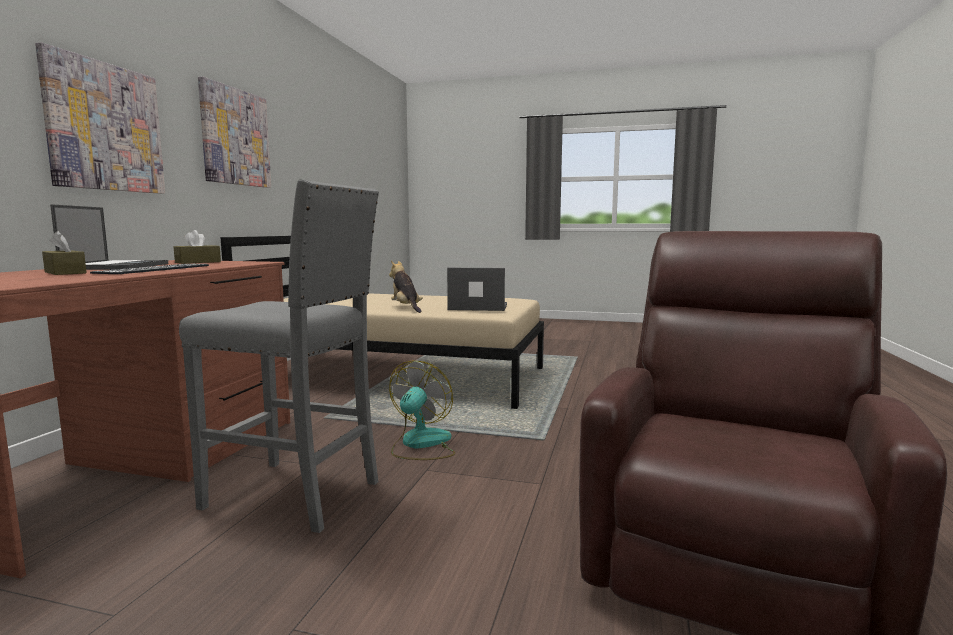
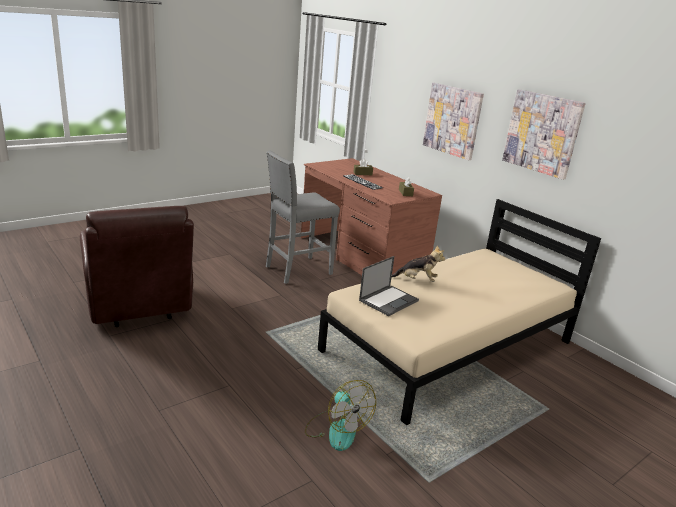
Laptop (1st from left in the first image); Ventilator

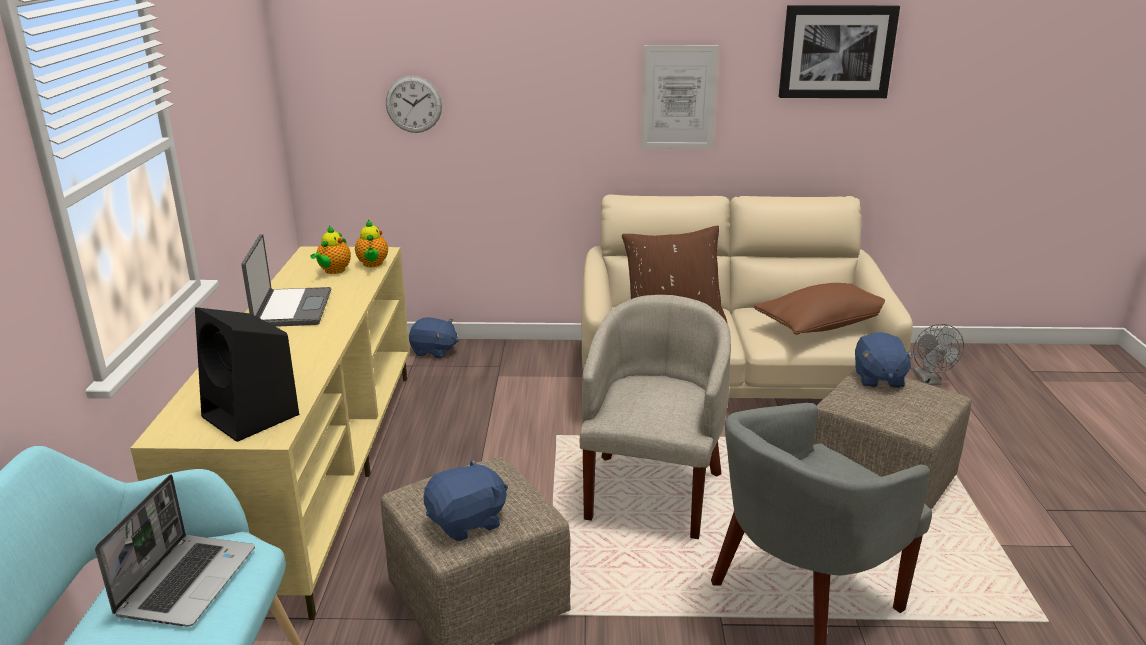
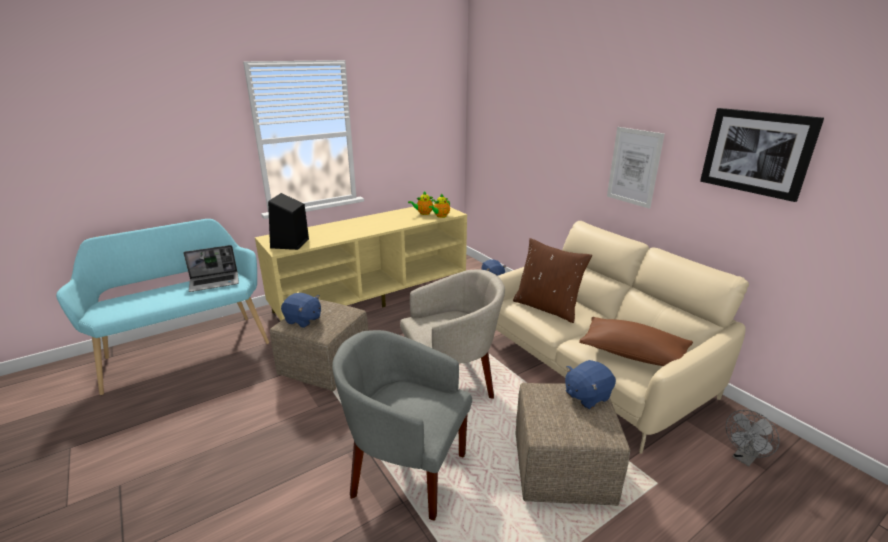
Wanduhr; Laptop (2nd from left in the first image)

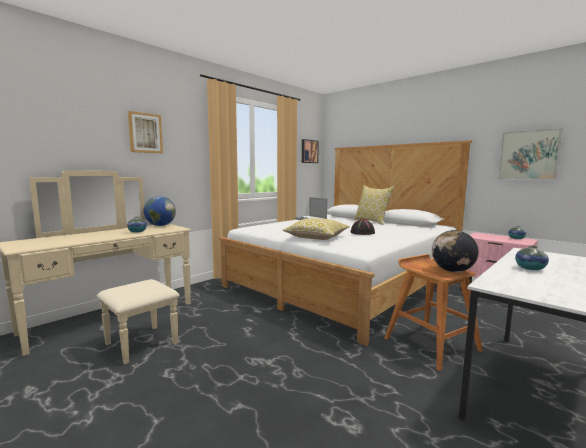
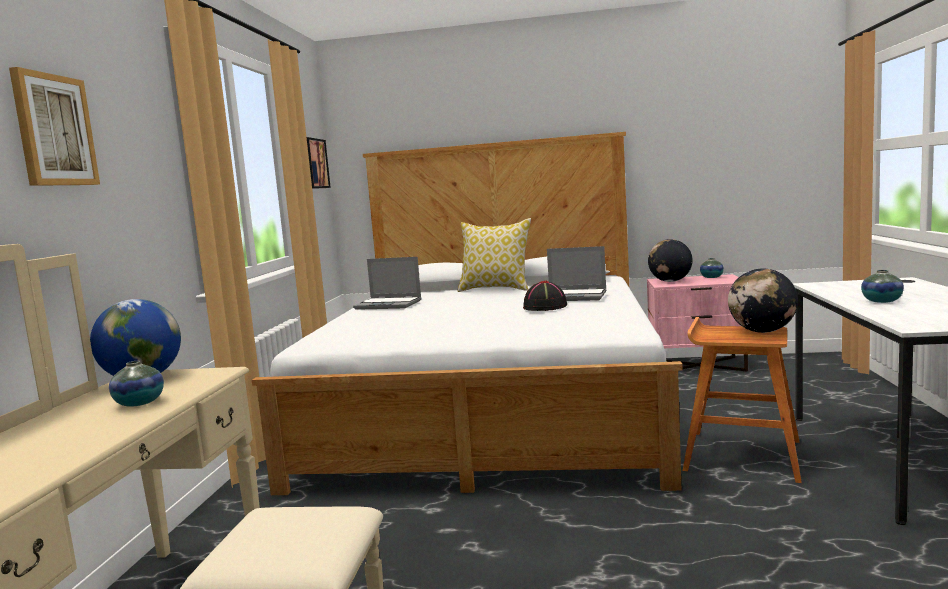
Bild (3rd from left in the first image); Kissen (1st from left in the first image); Globus (2nd from left); Laptop (2nd from left)

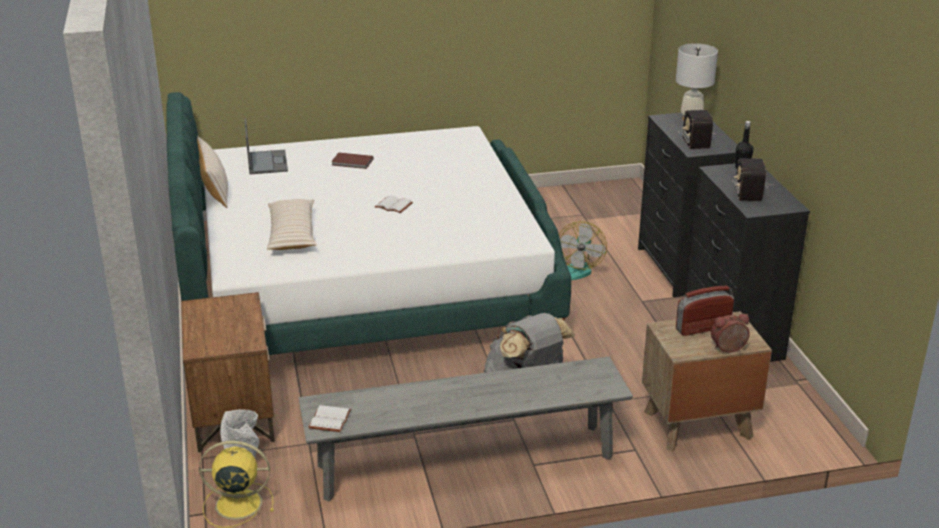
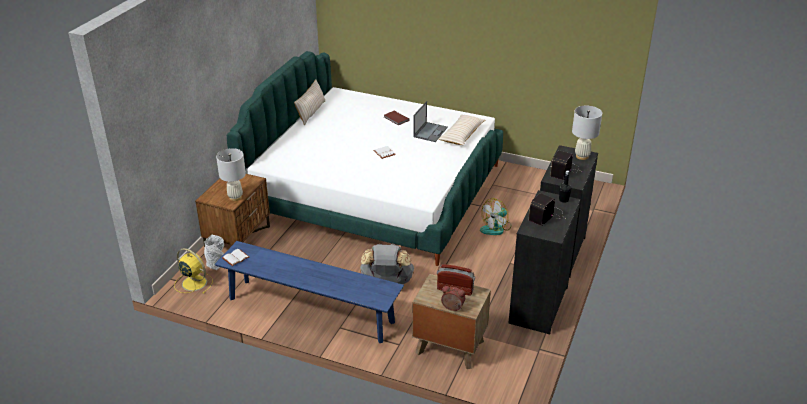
Laptop; Kissen [beige] (2nd from left); Bank [blau]; Tischlampe [weiß] (1st from left)

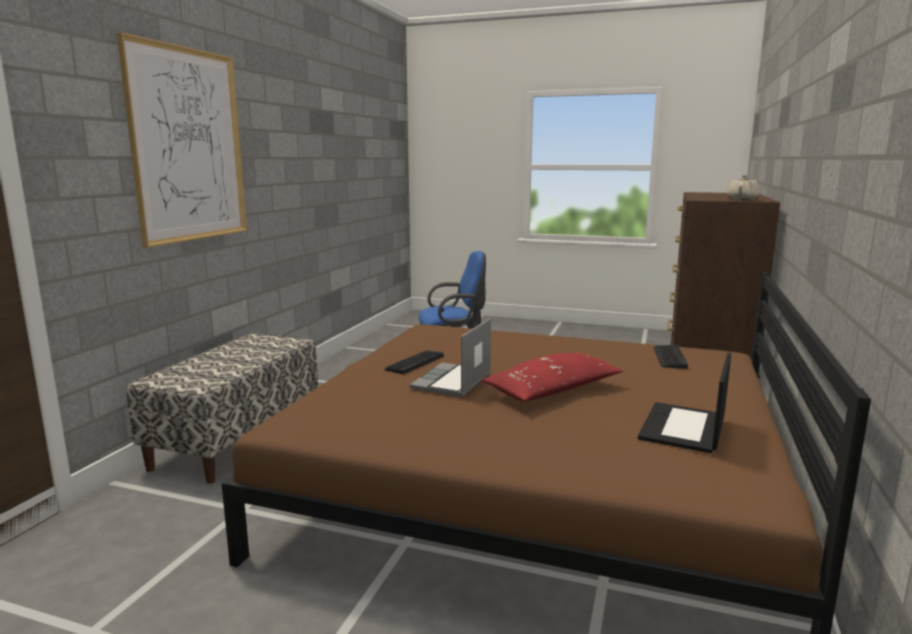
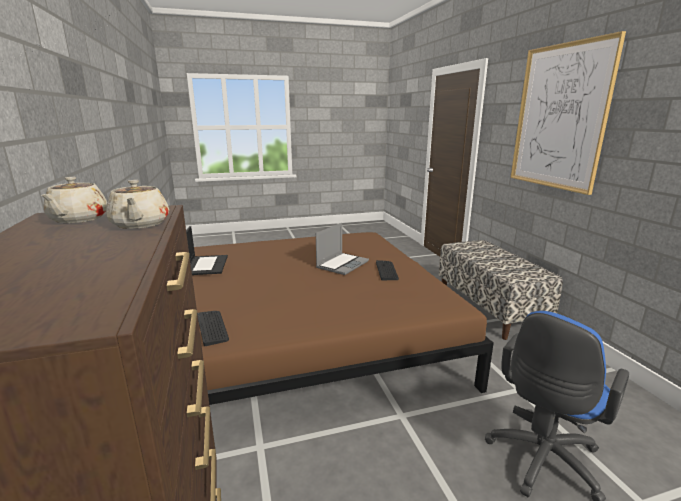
Laptop (2nd from left); Kissen [rot]; Teekanne [beige] (2nd from left)

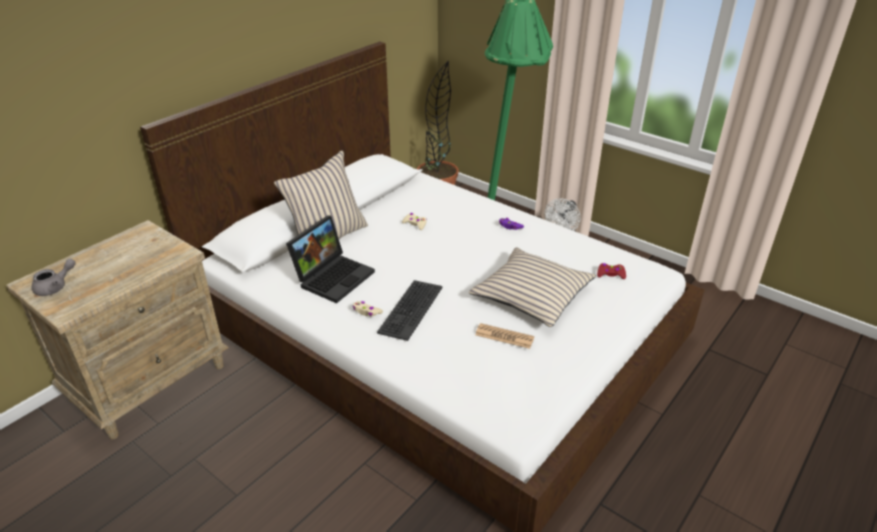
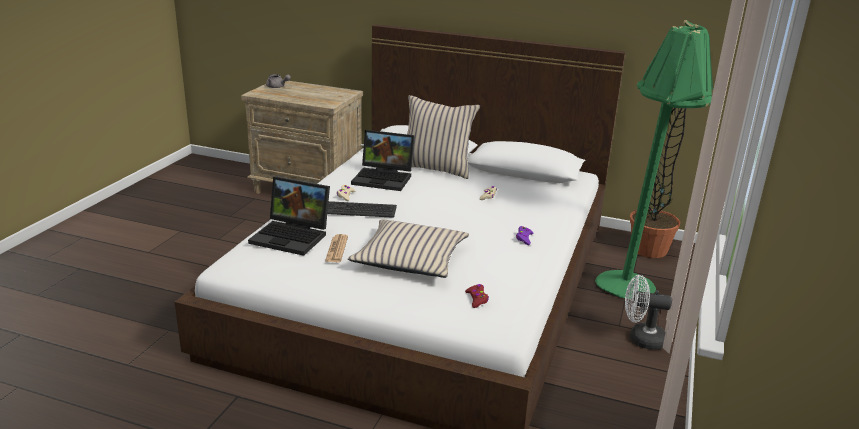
Laptop (1st from left)

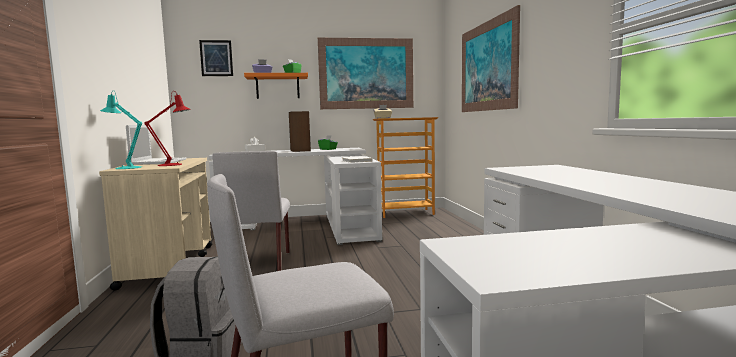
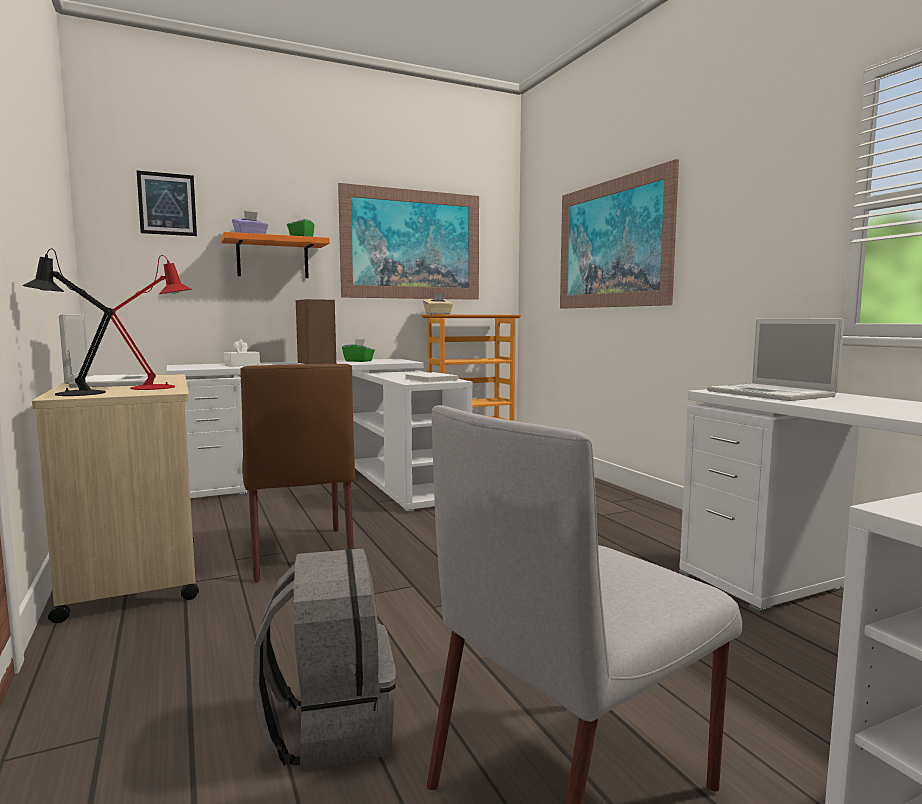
Tischlampe [schwarz]; Stuhl [braun]; Laptop (2nd from left)

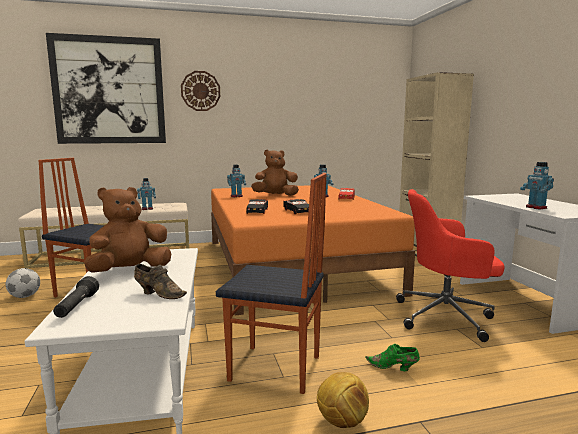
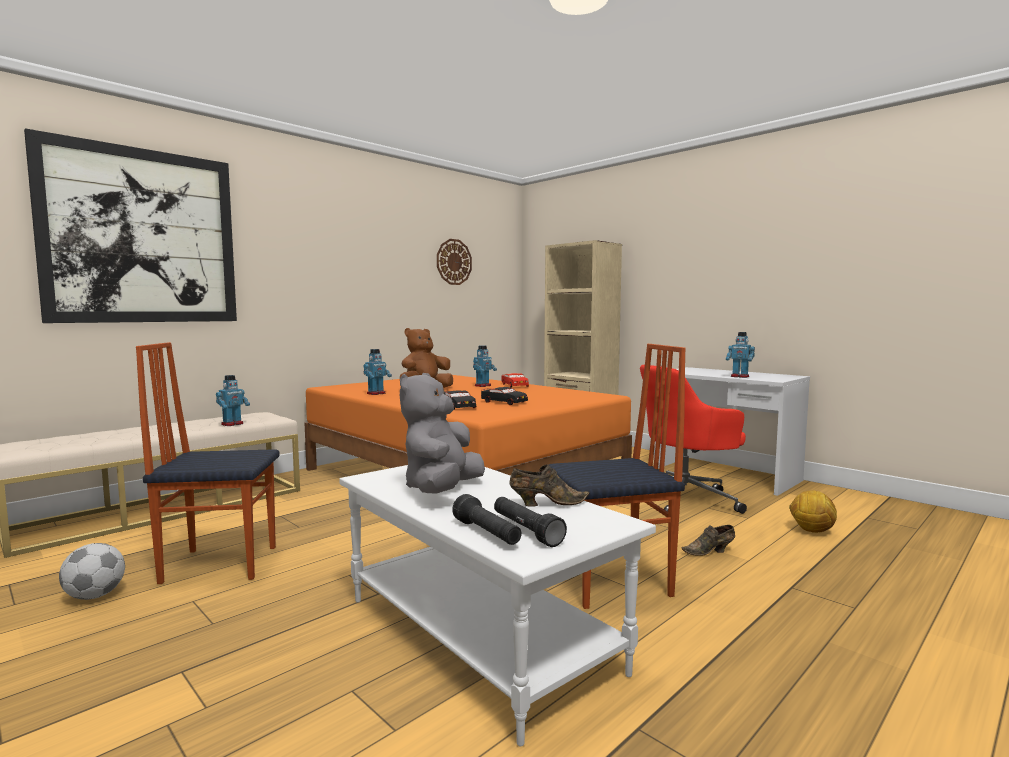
Wanduhr; Plüschtier [grau]; Schuh [braun] (2nd from left); Fußball (2nd from left); Taschenlampe [schwarz] (2nd from left)

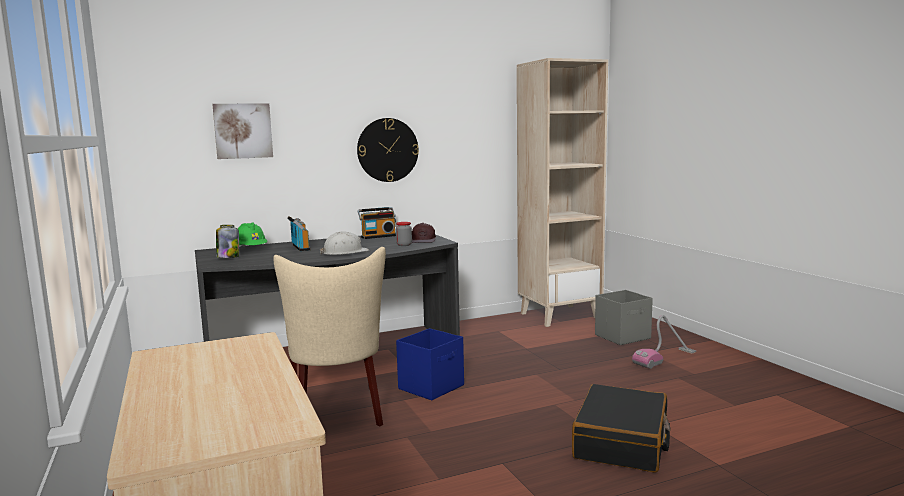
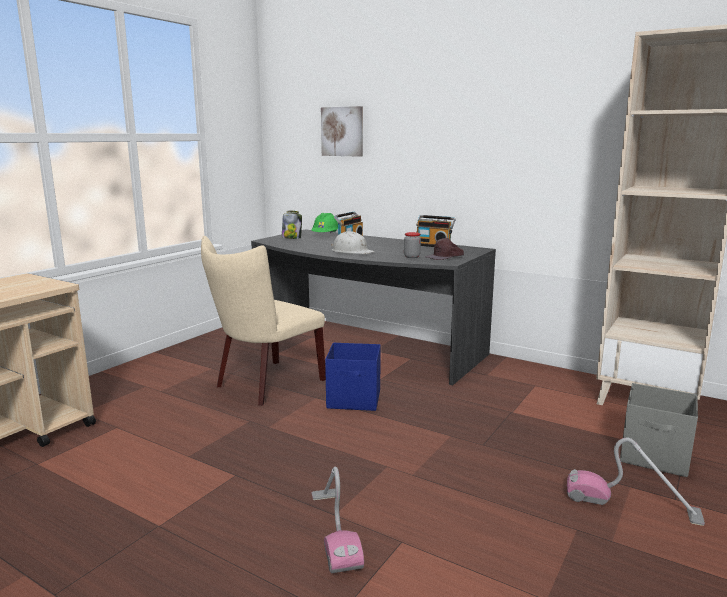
Wanduhr; Staubsauger (1st from left)

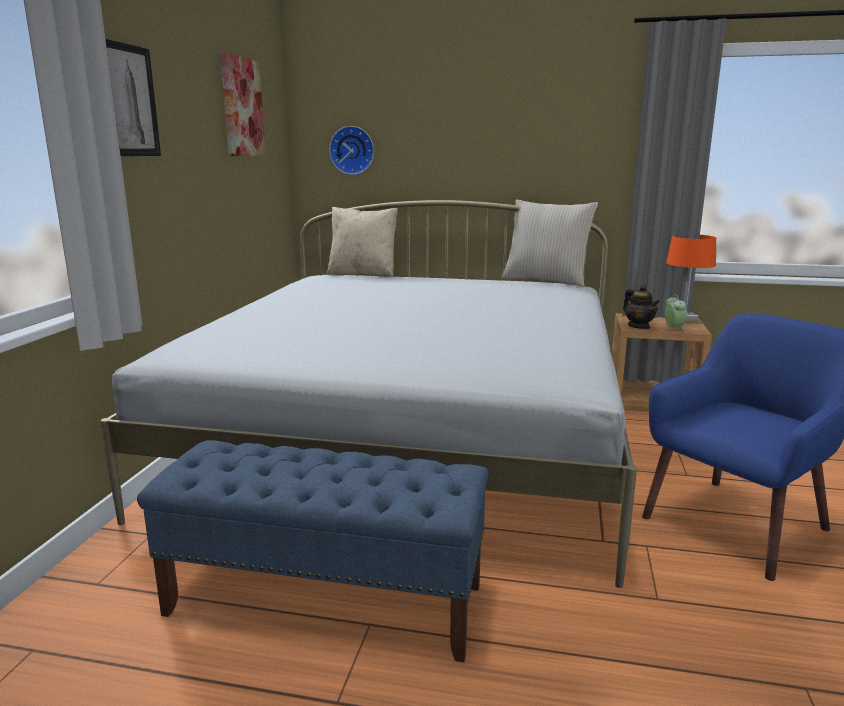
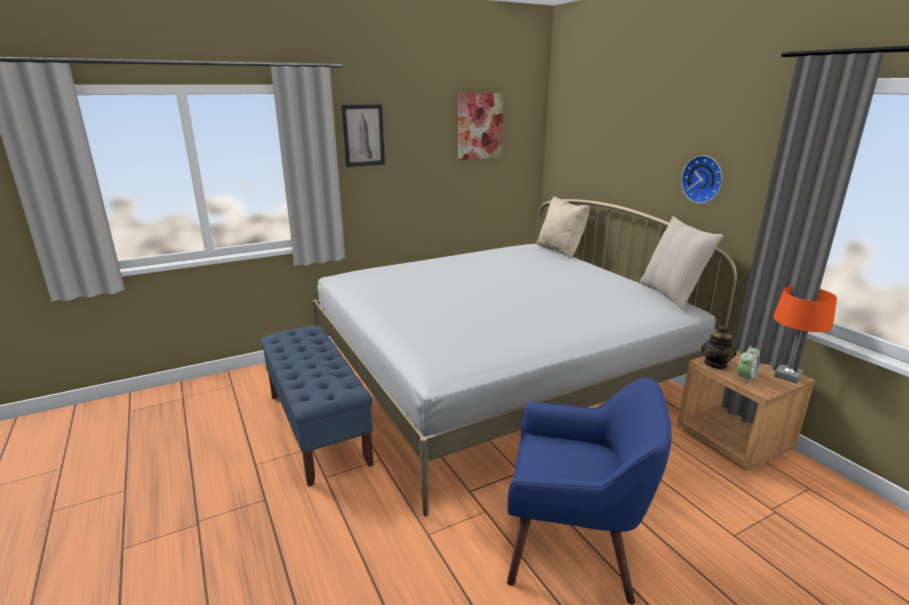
Wanduhr

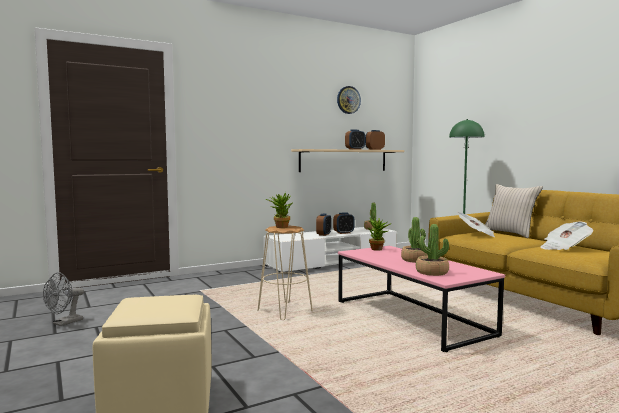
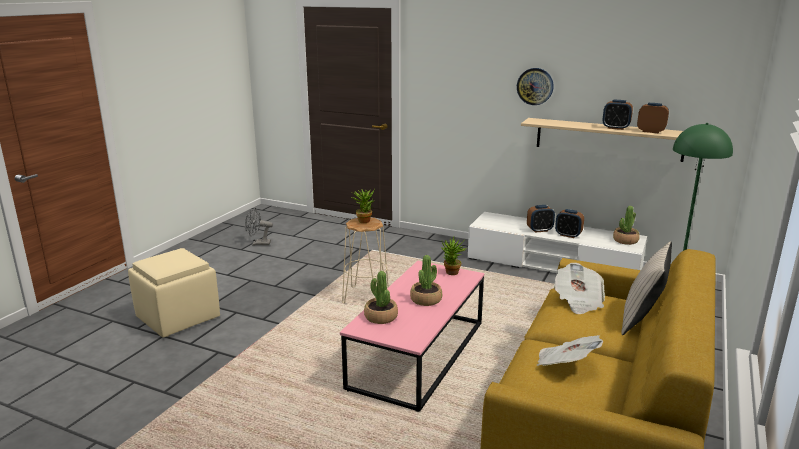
Wanduhr

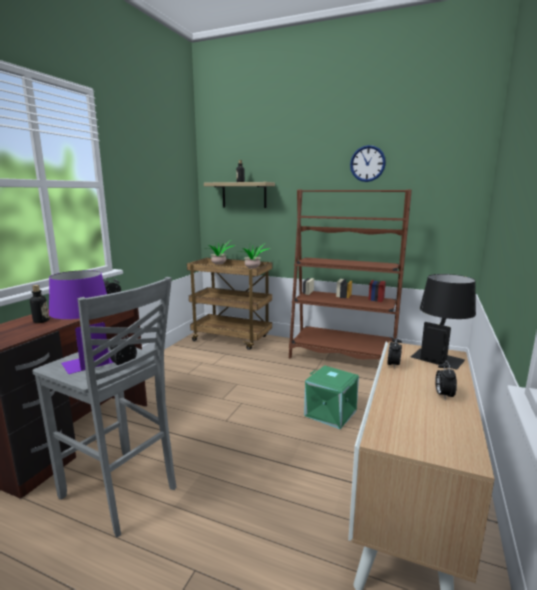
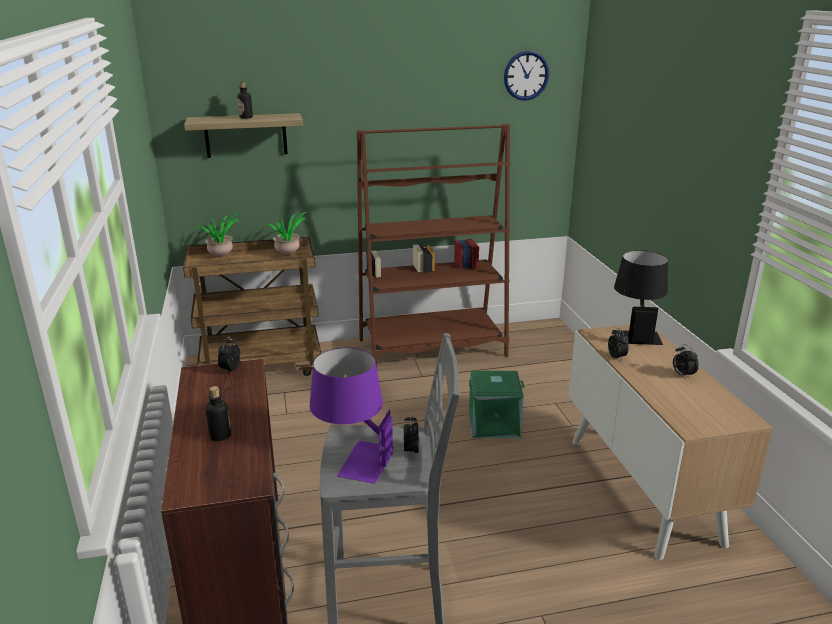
Wanduhr

